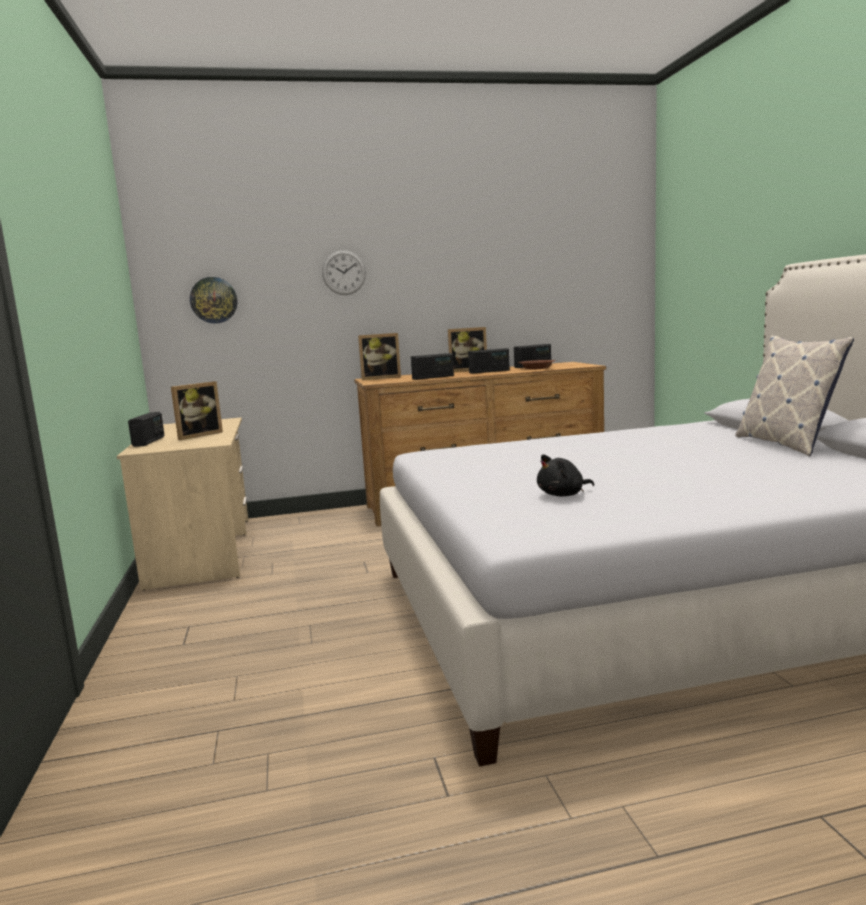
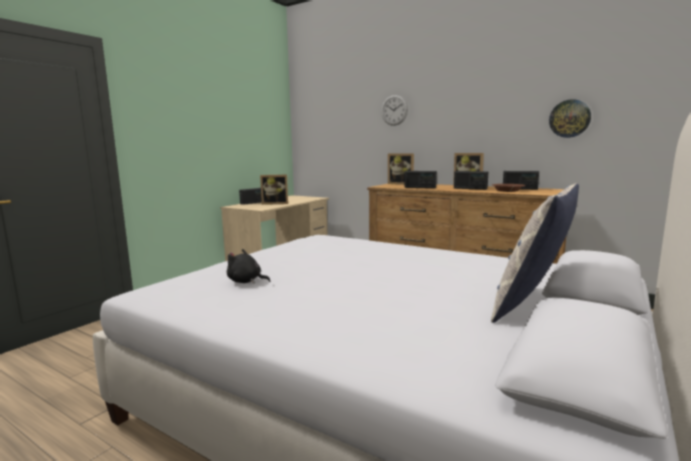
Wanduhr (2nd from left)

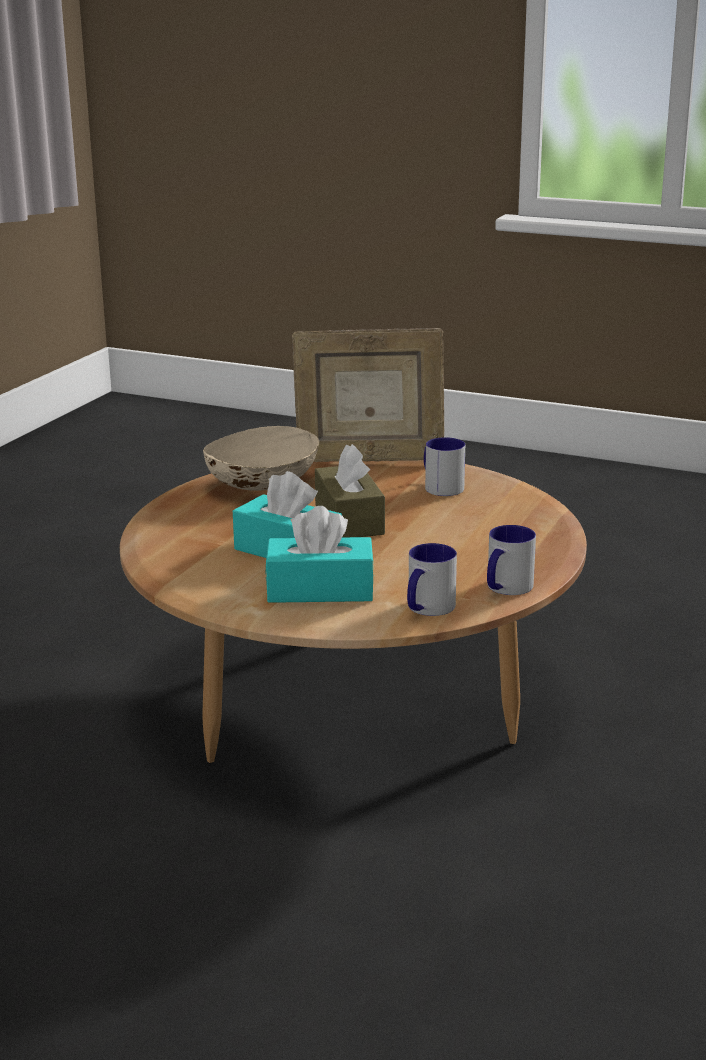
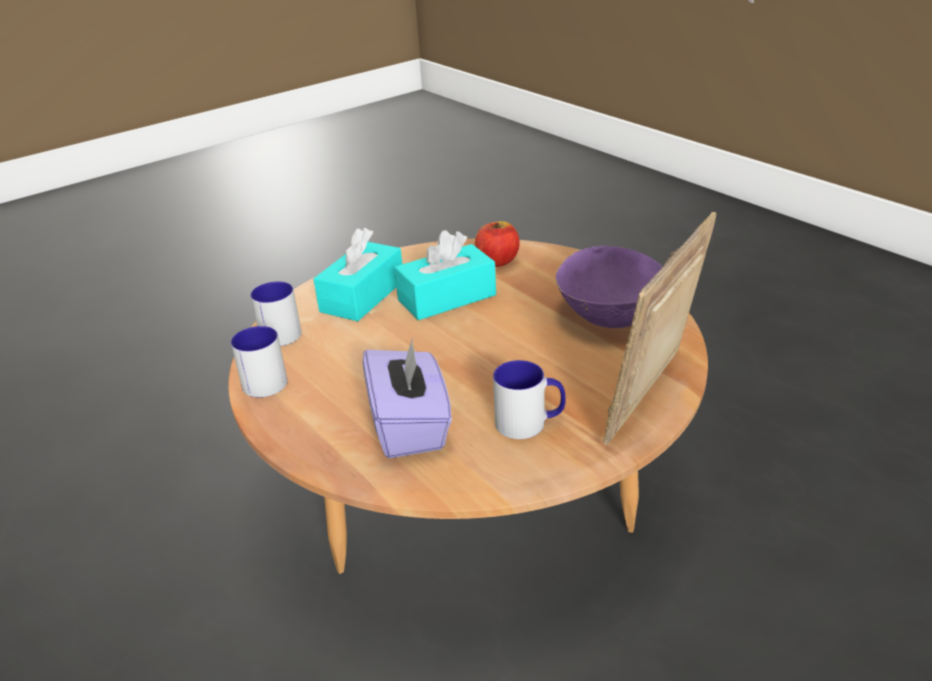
Schüssel [lila]; Taschentuchbox [braun]; Apfel; Taschentuchbox [lila]

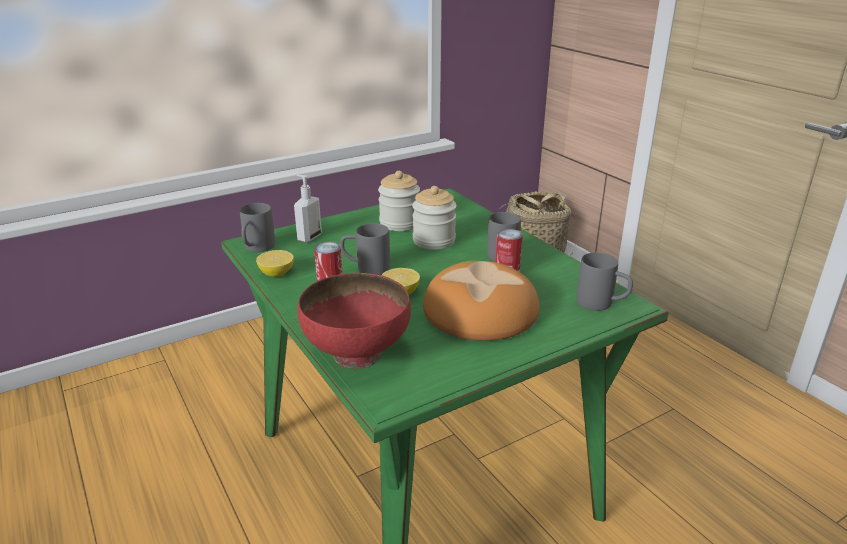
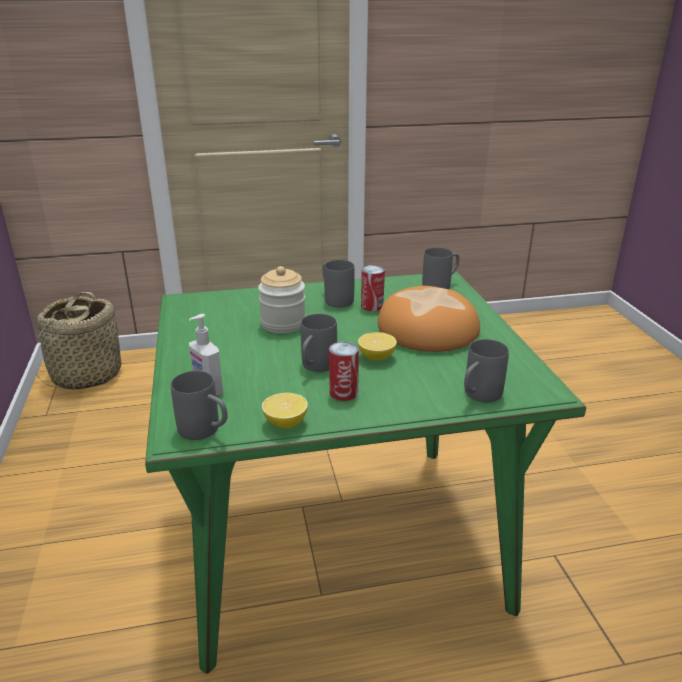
Vorratsglas (1st from left in the first image); Henkelbecher [grau] (5th from left)

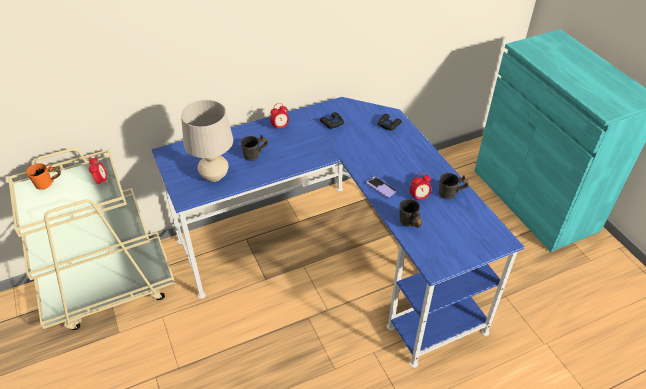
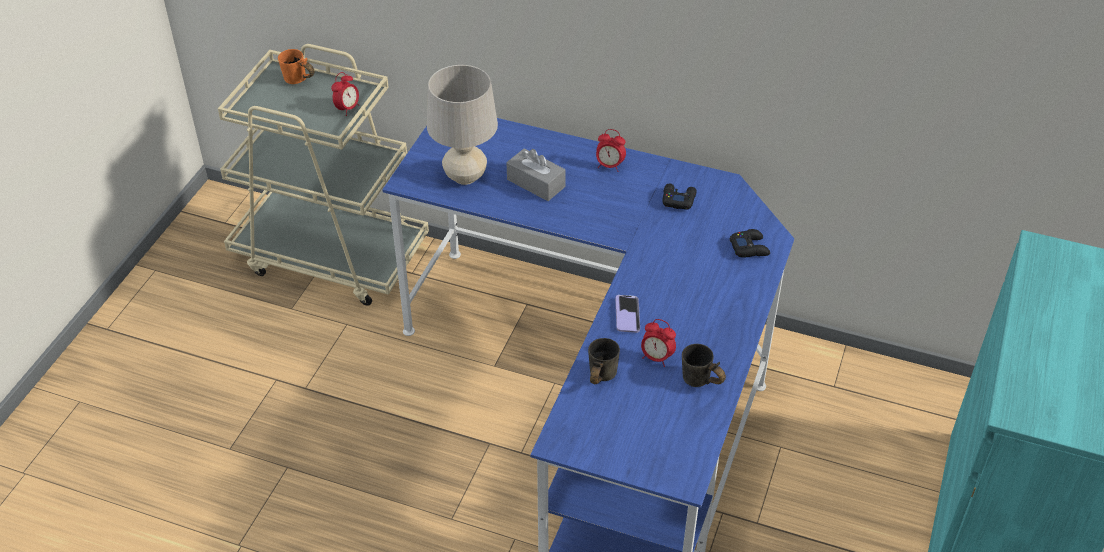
Taschentuchbox [grau]

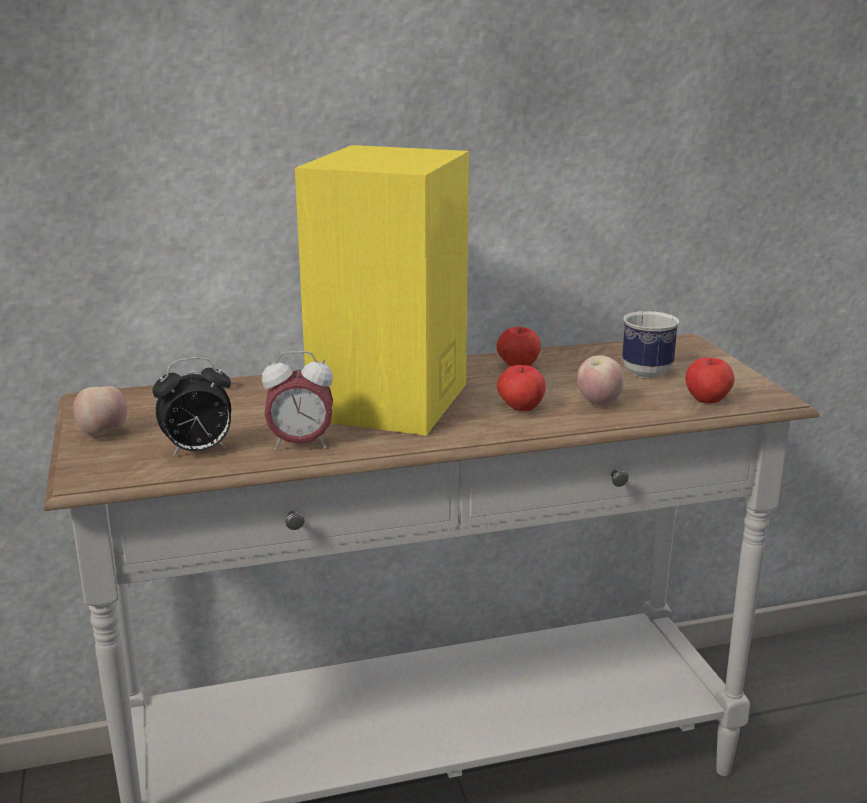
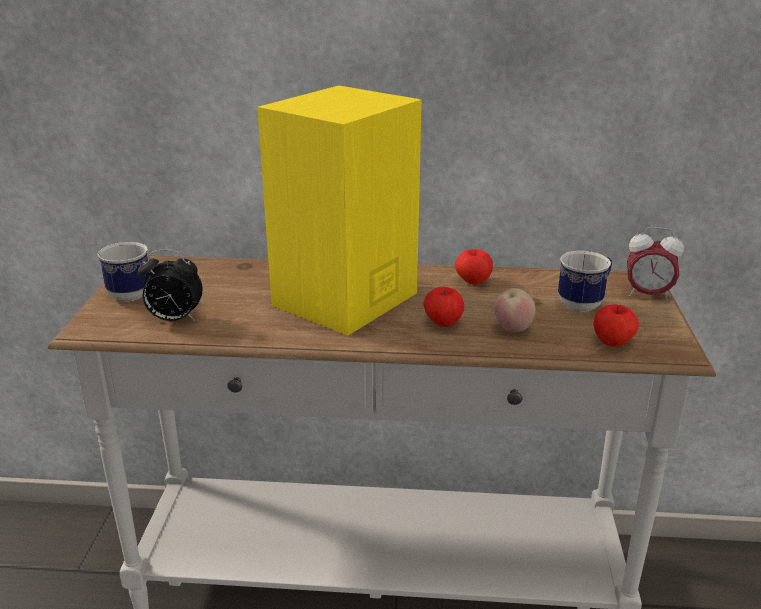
Wecker (2nd from left); Henkelbecher (1st from left)

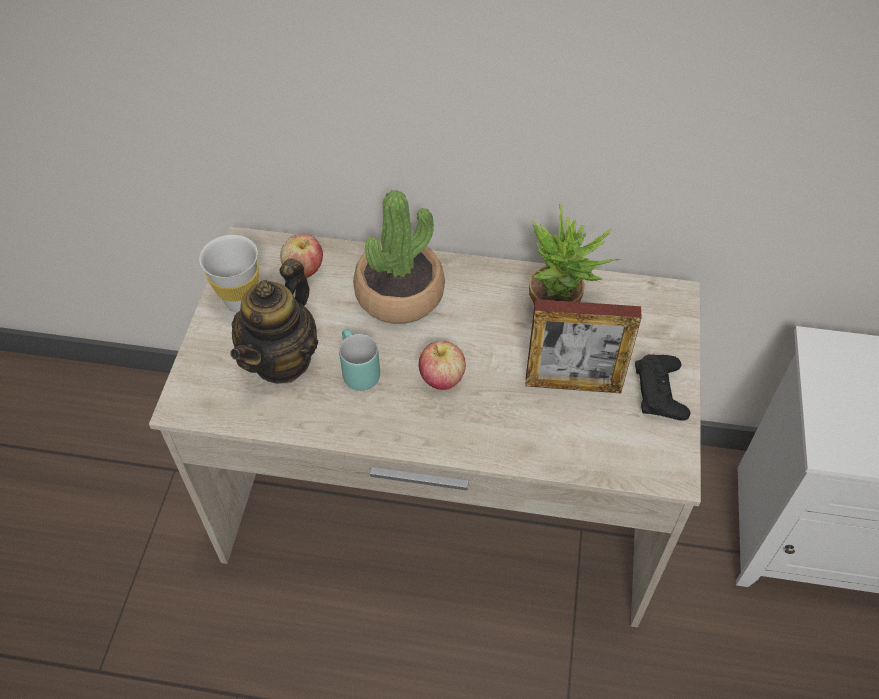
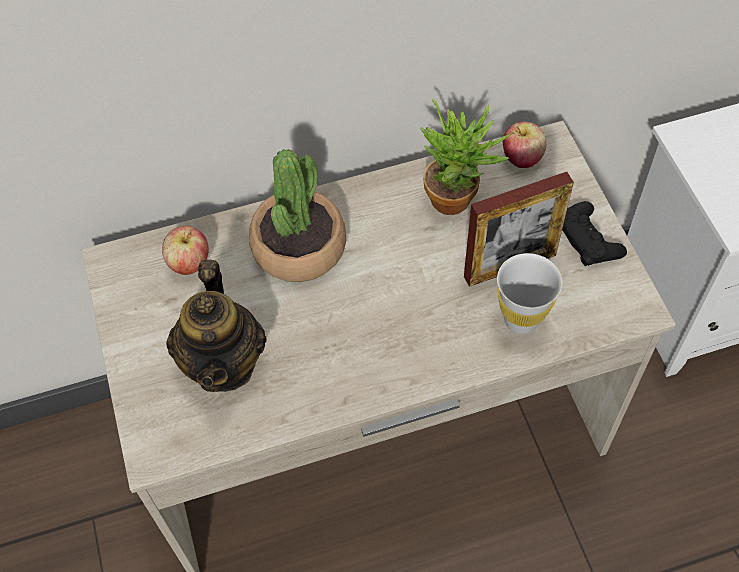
Tasse [weiß]; Henkelbecher [türkis]; Apfel (2nd from left)

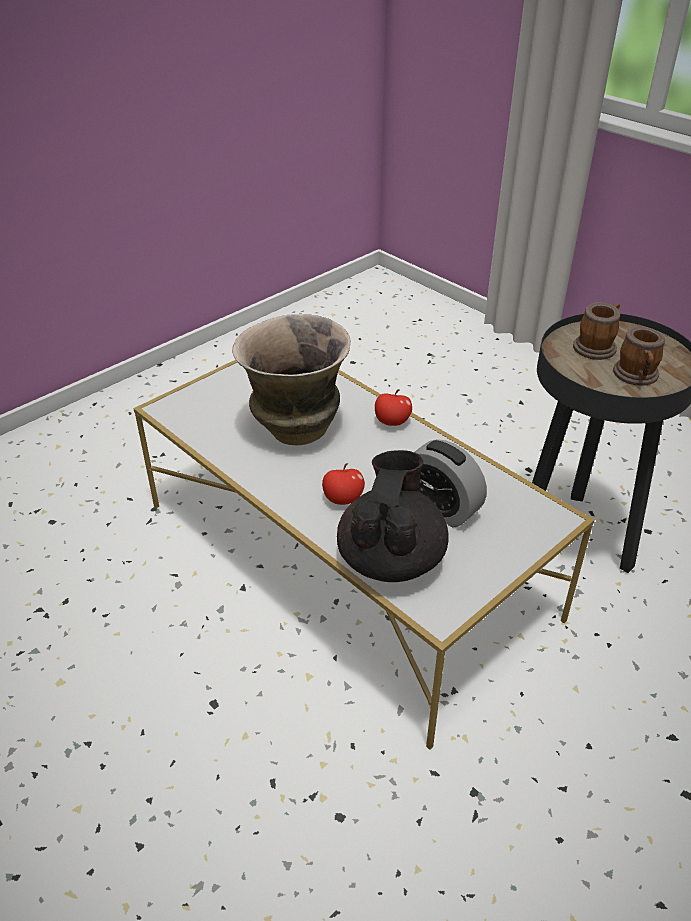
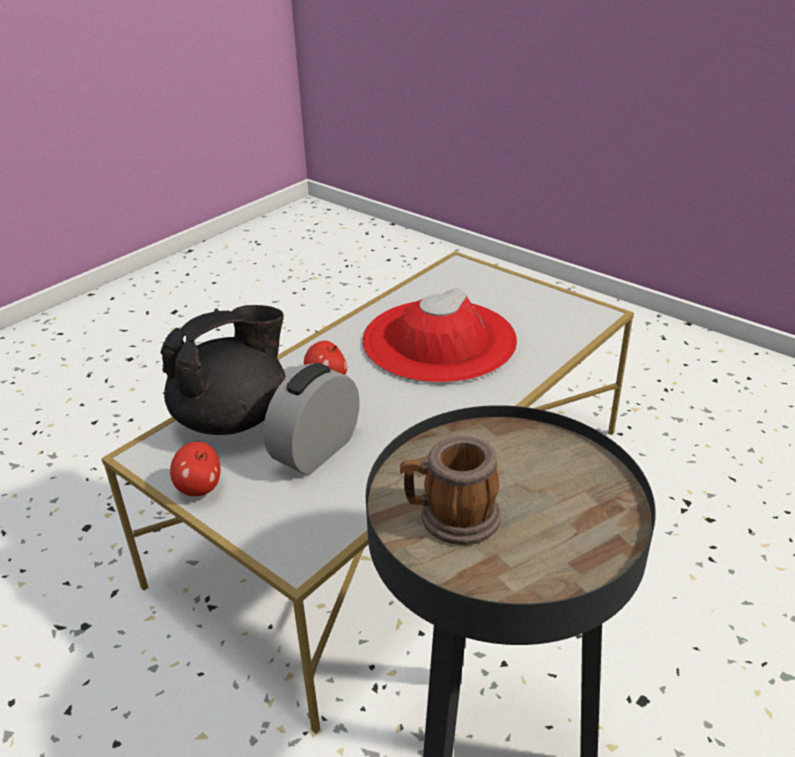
Henkelbecher (1st from left in the first image); Hut [rot]; Apfel (1st from left); Teekanne [schwarz]

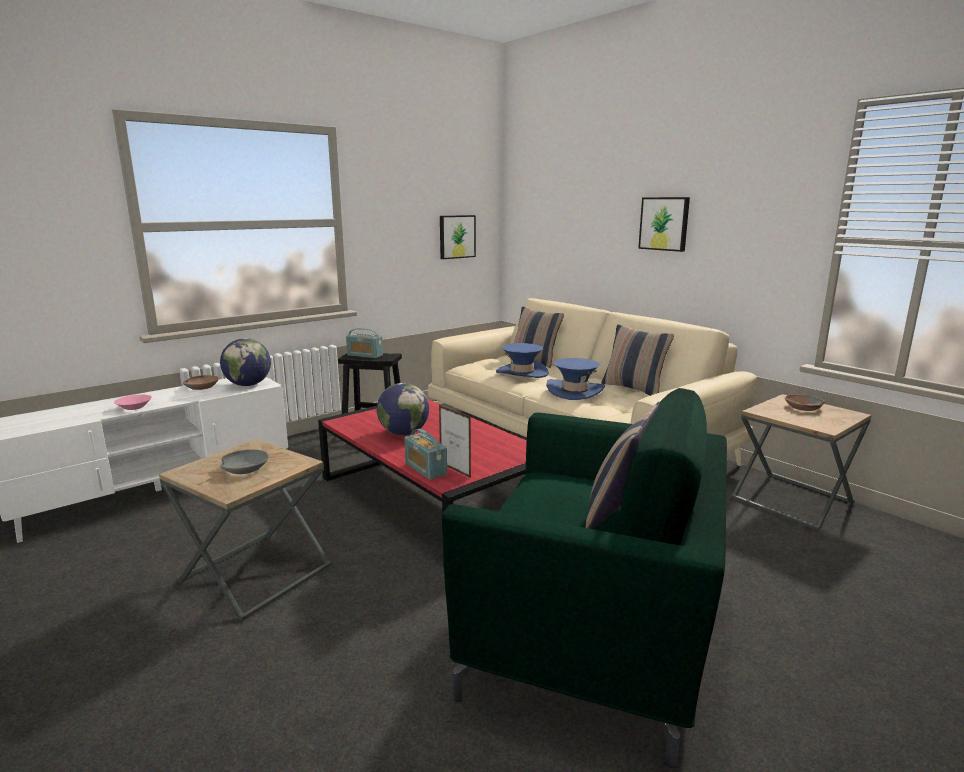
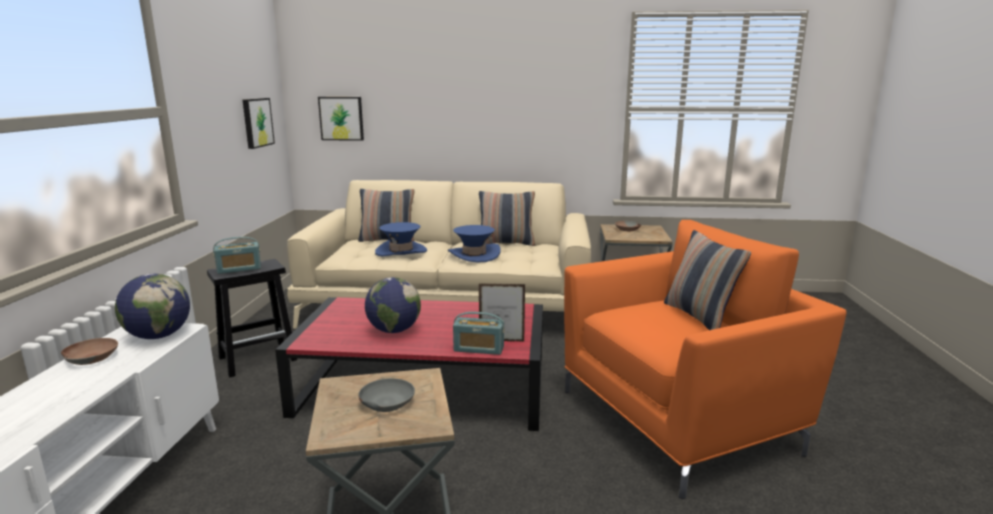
Bild (2nd from left); Sessel [orange]; Schüssel [rosa]

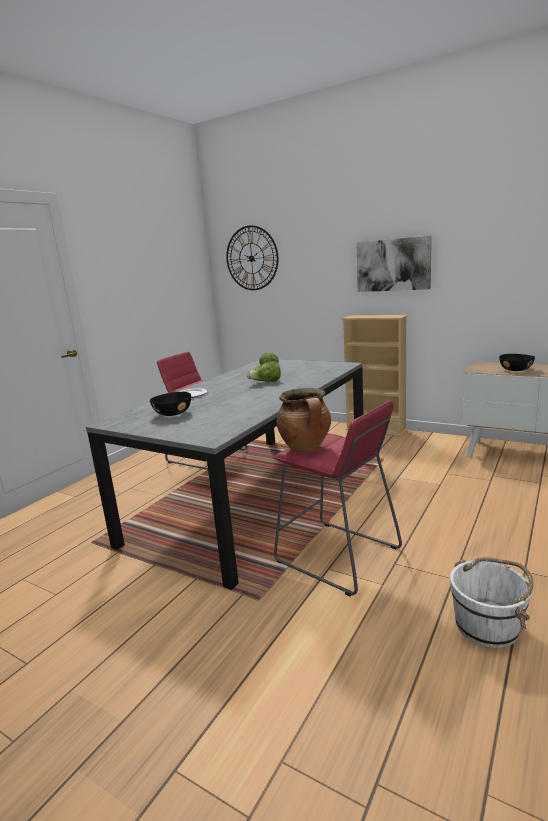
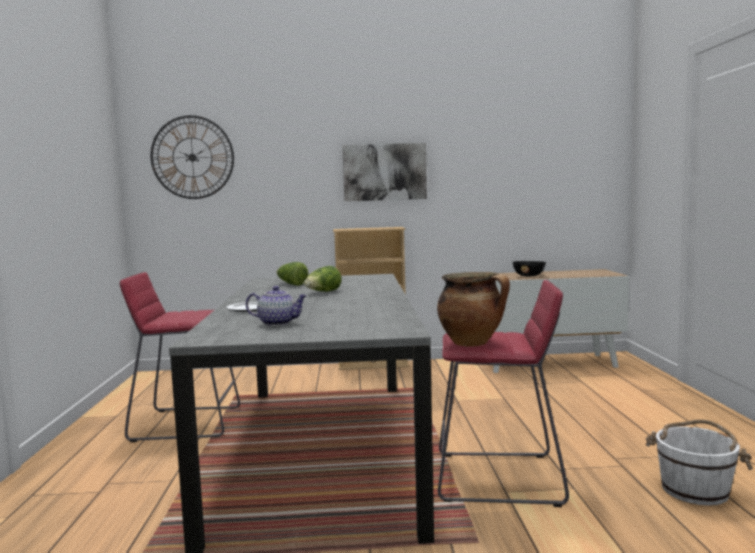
Teekanne

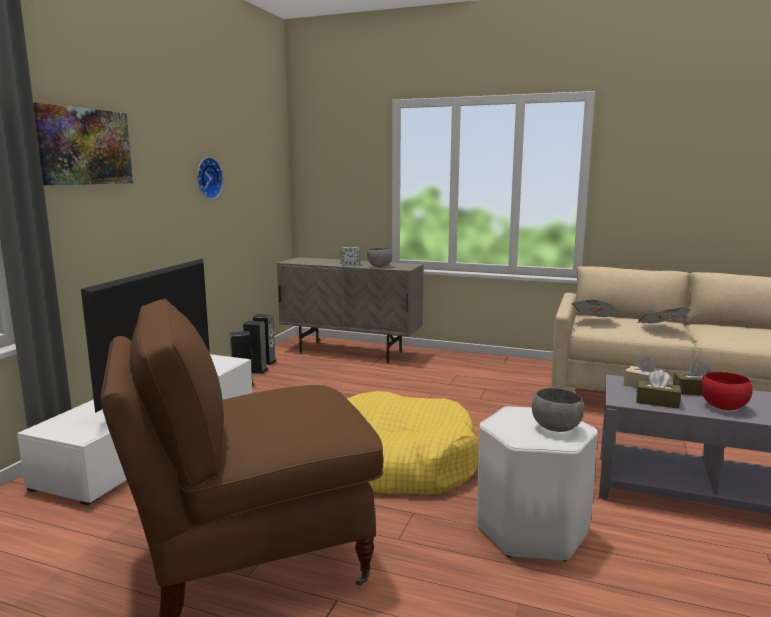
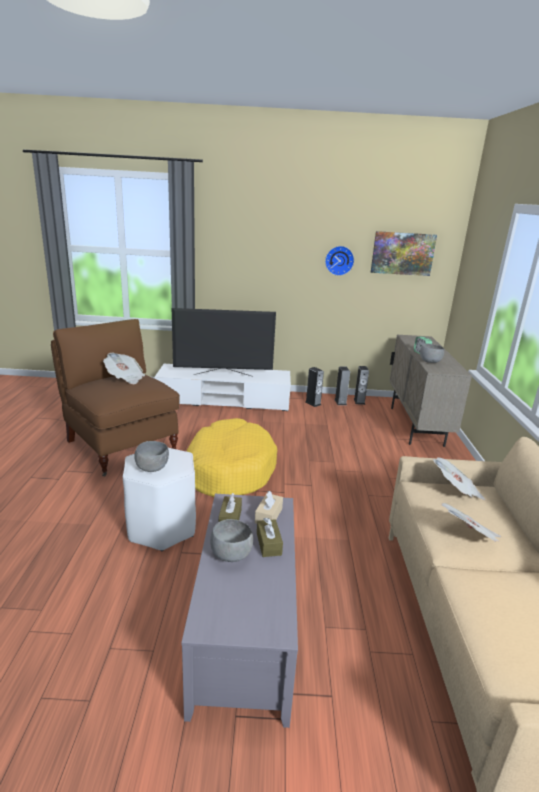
Bild; Schüssel [grau] (2nd from left); Zeitung (1st from left)

